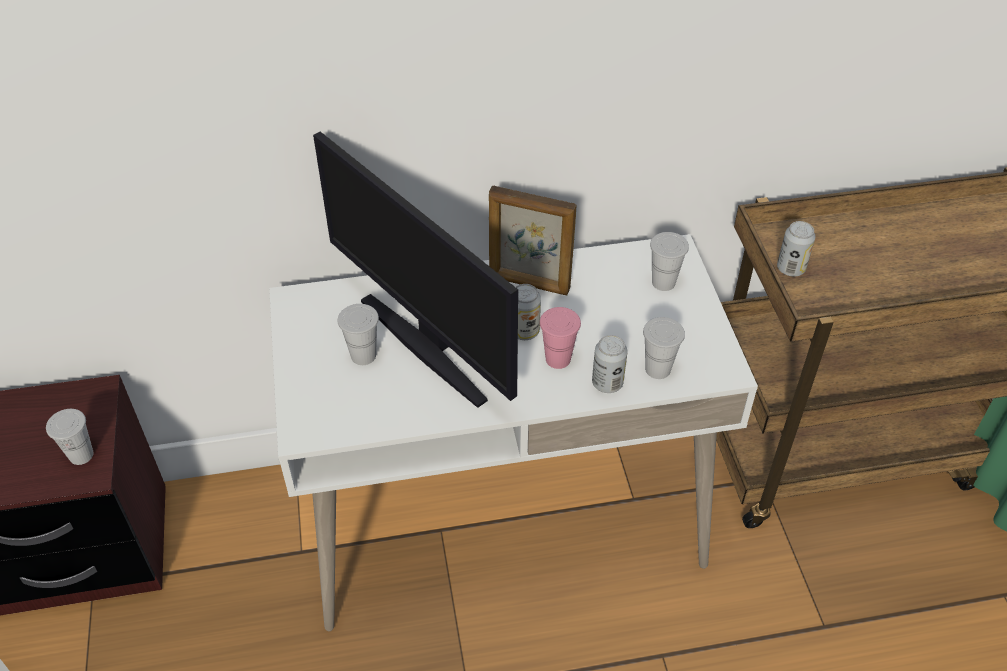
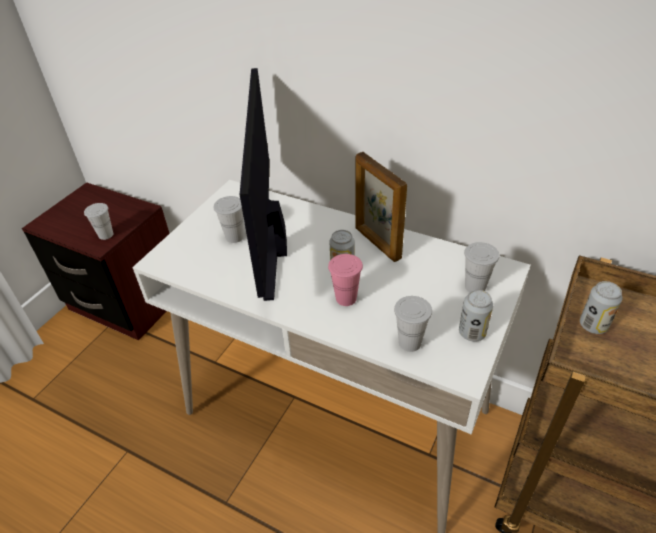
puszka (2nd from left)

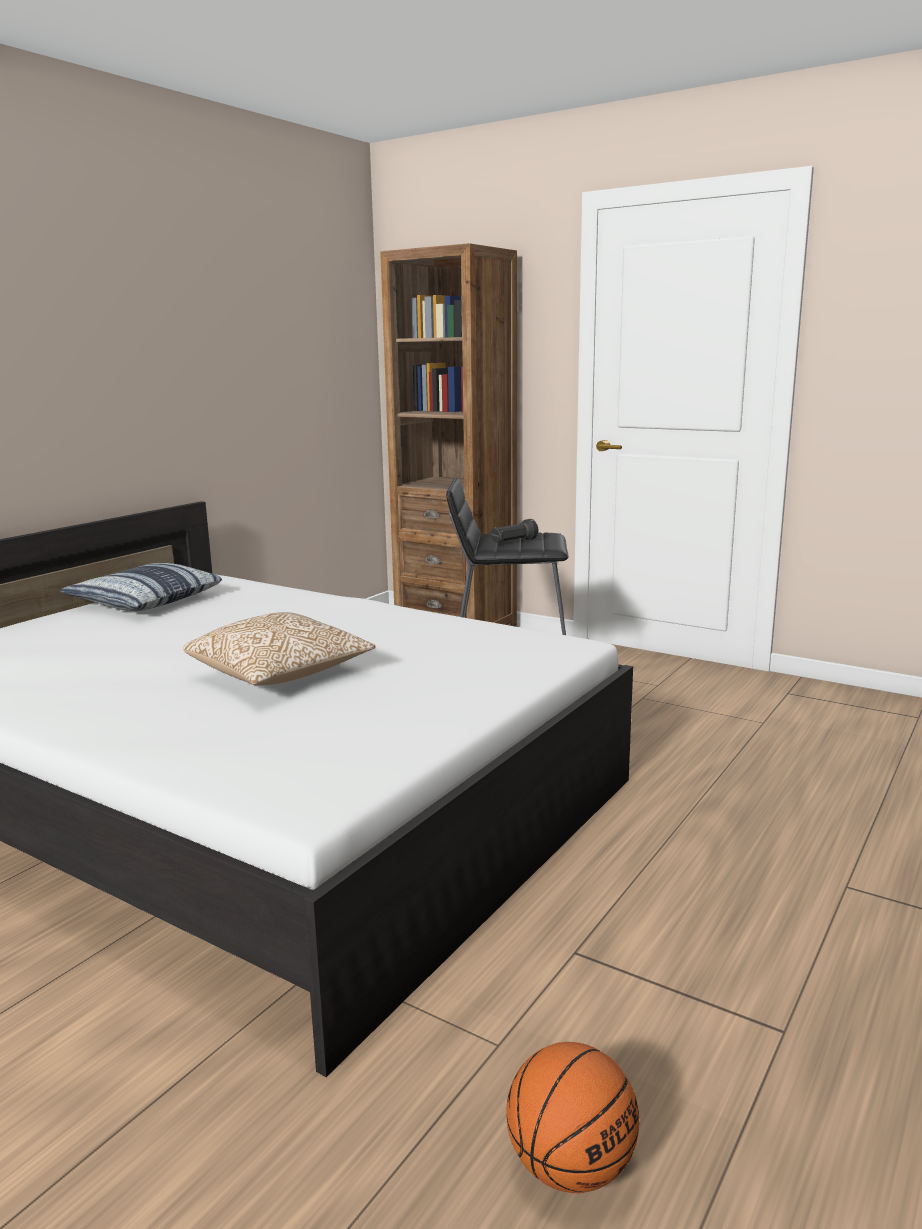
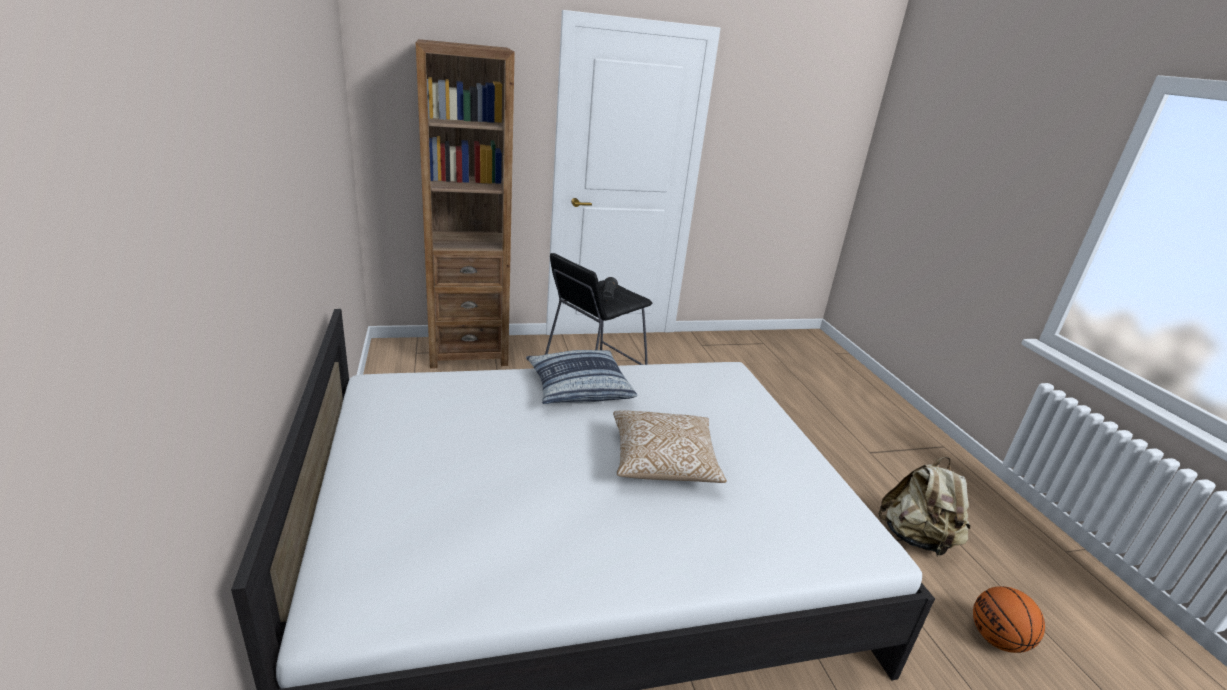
plecak (beżowy)
poduszka (1st from left)

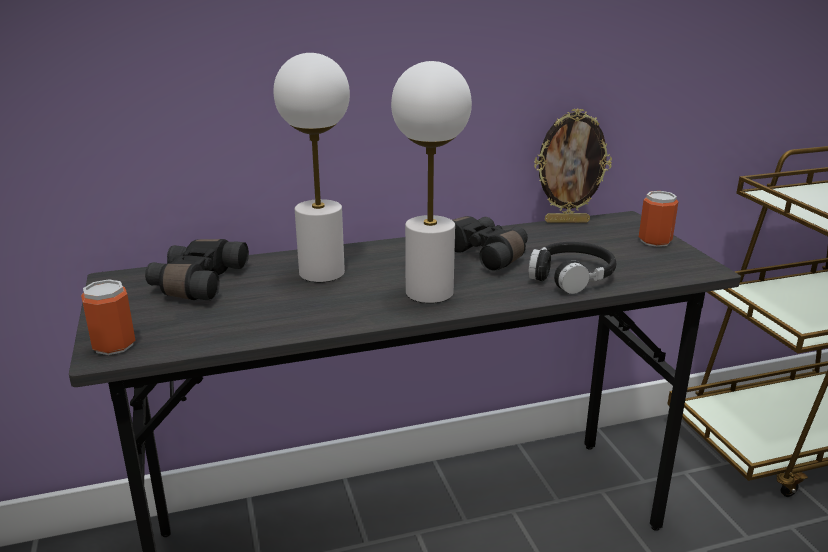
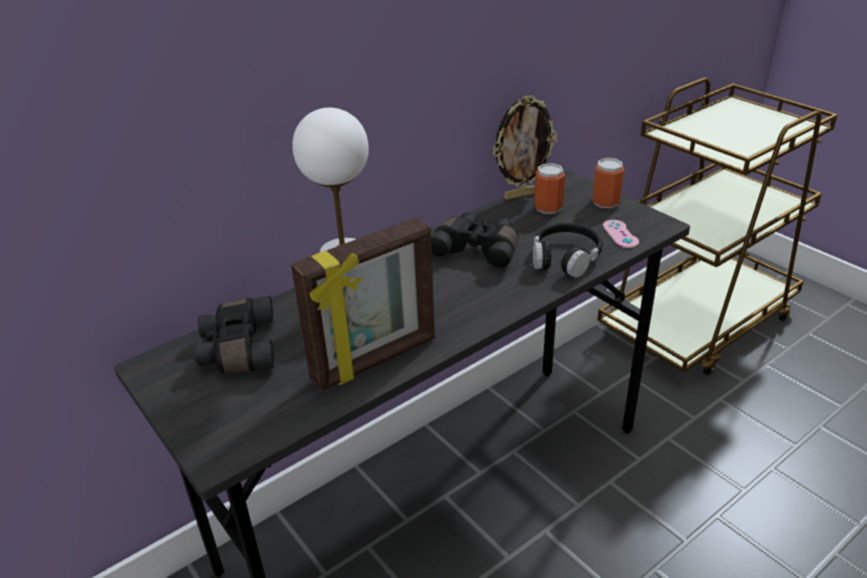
lampa stołowa (biały) (2nd from left in the first image)
ramka na zdjęcie (1st from left)
pad do gier (różowy)
puszka (1st from left)

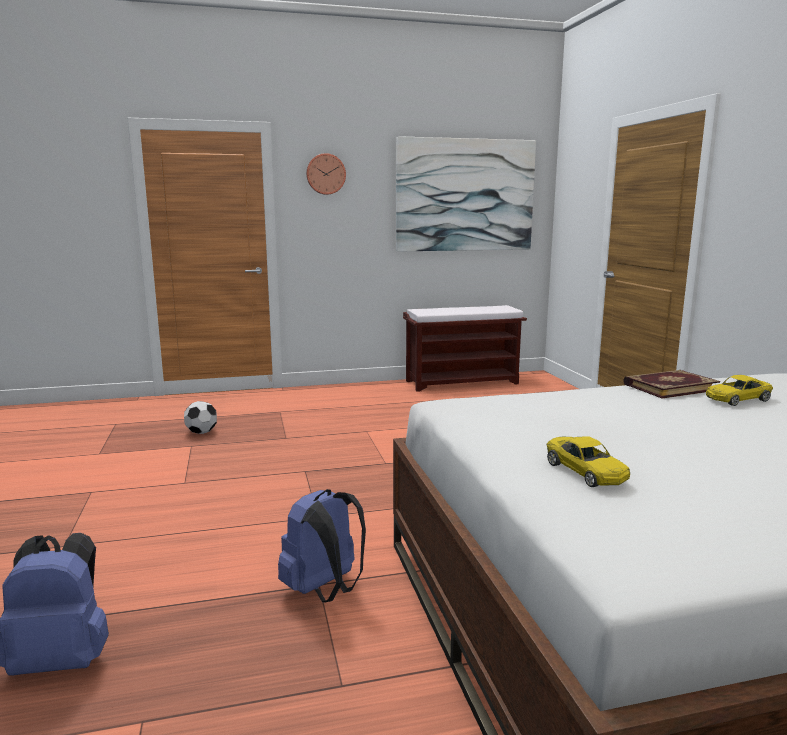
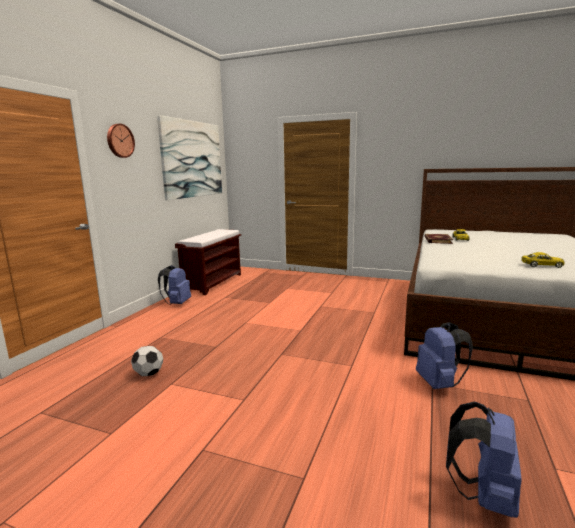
plecak (niebieski) (1st from left)

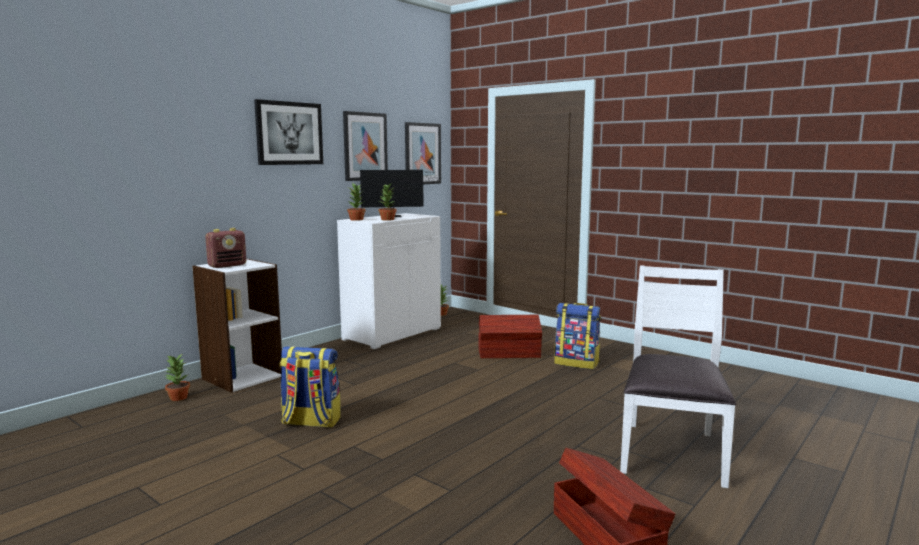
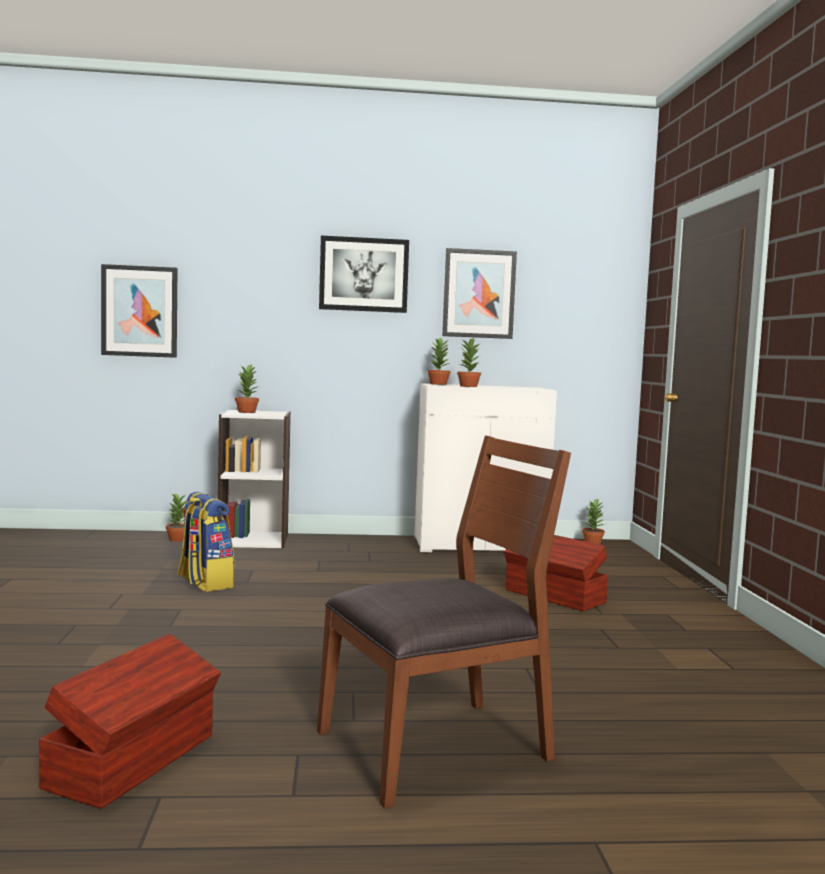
monitor
plecak (2nd from left in the first image)
obraz (1st from left)
roślina doniczkowa (2nd from left)
krzesło (brązowy)

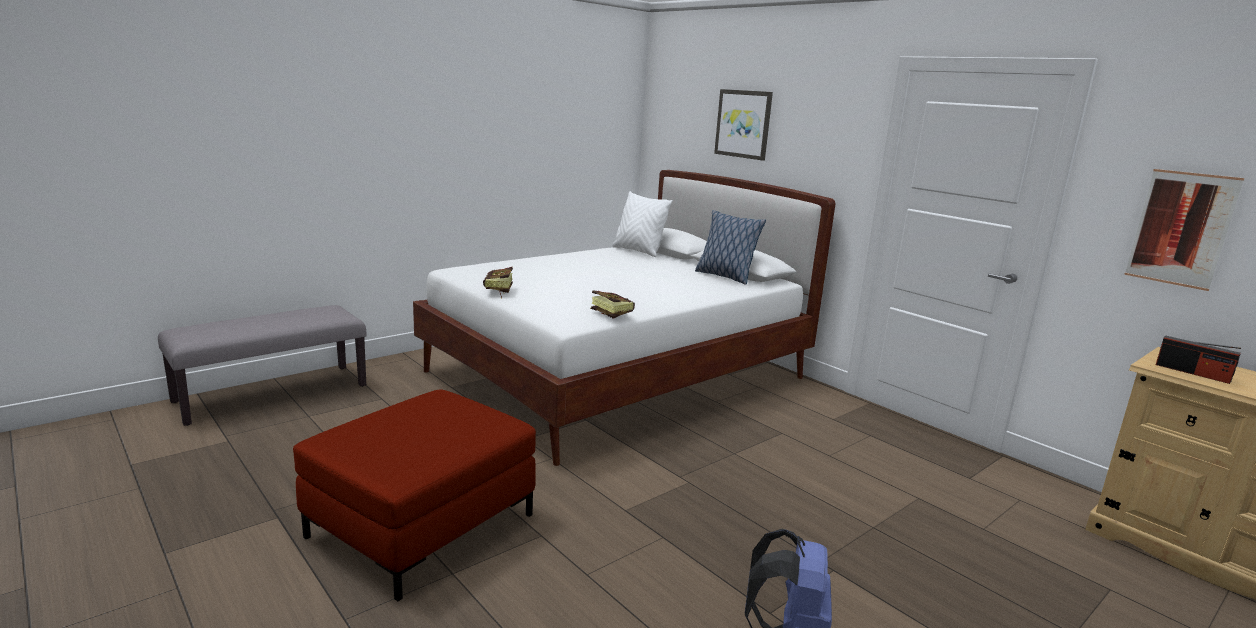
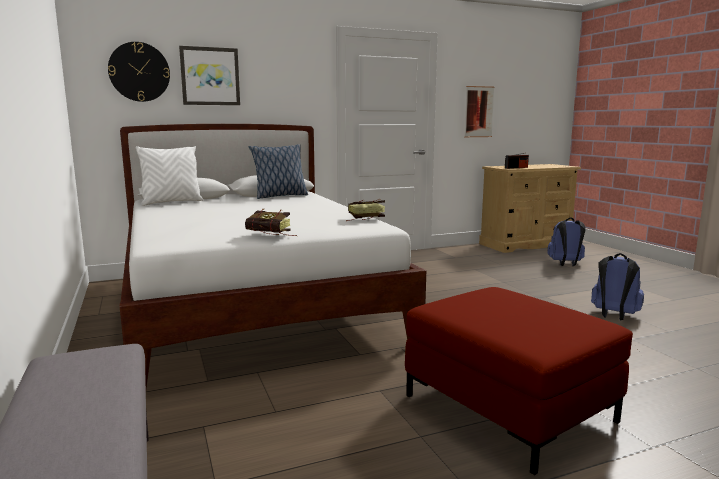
zegar ścienny
plecak (niebieski) (1st from left)

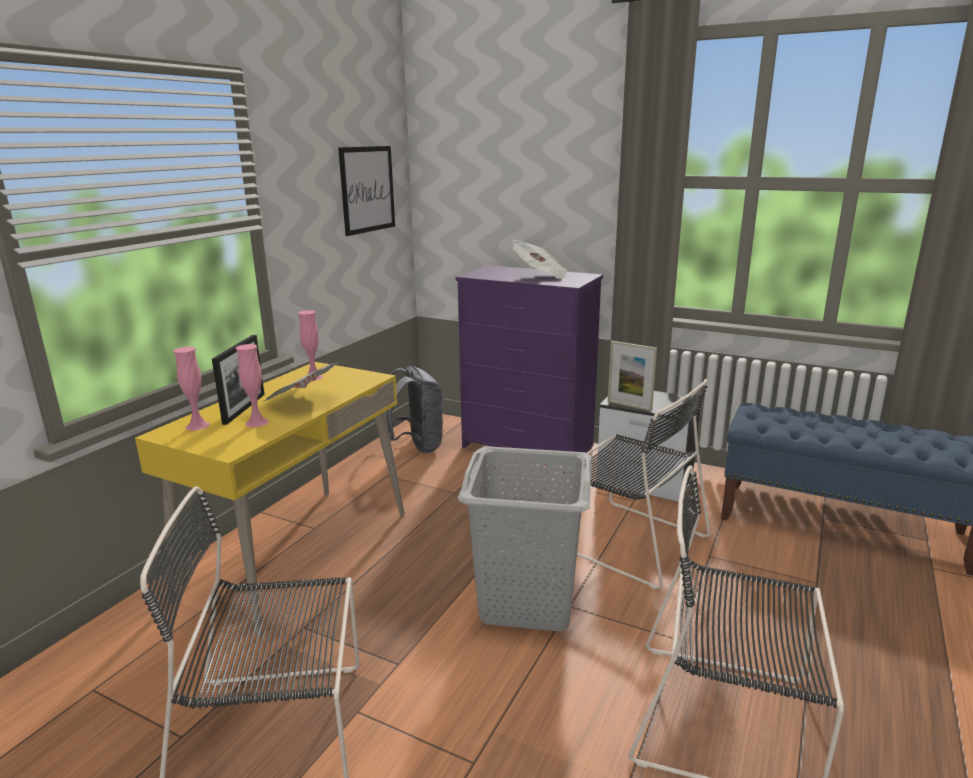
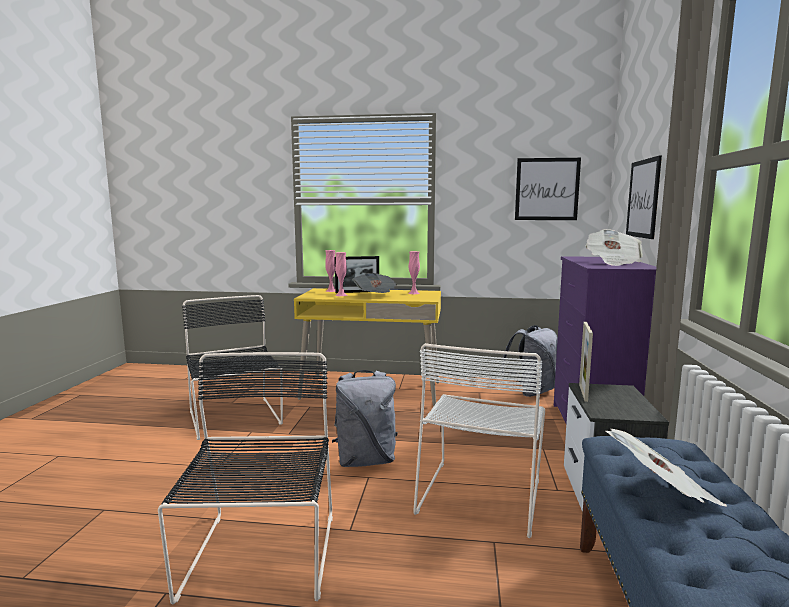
gazeta (3rd from left)
obraz (2nd from left)
plecak (szary) (1st from left)
krzesło (biały)

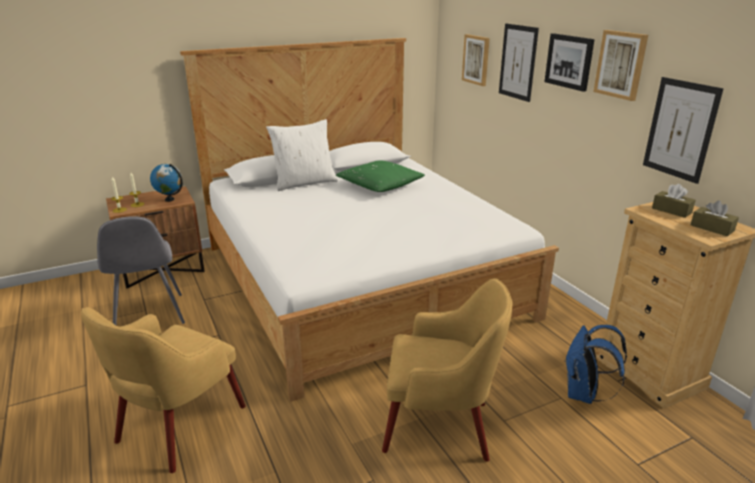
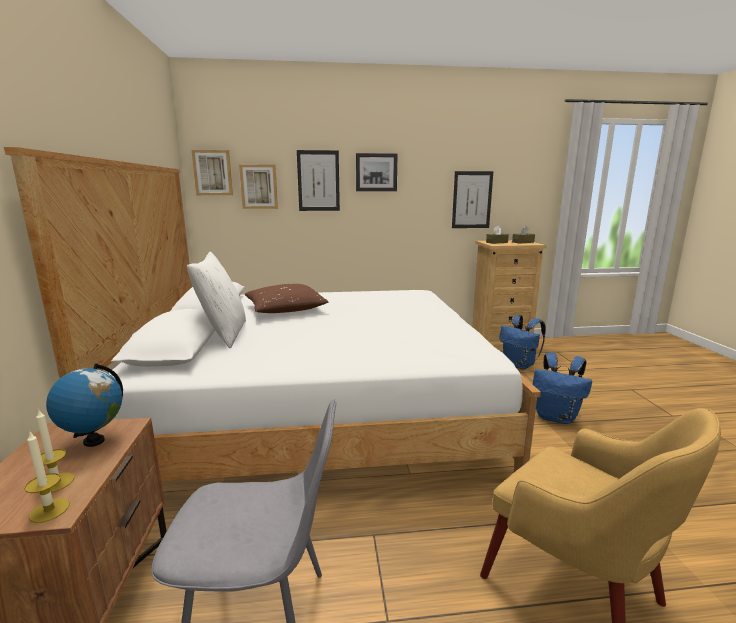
obraz (1st from left)
plecak (niebieski) (2nd from left)
poduszka (brązowy)

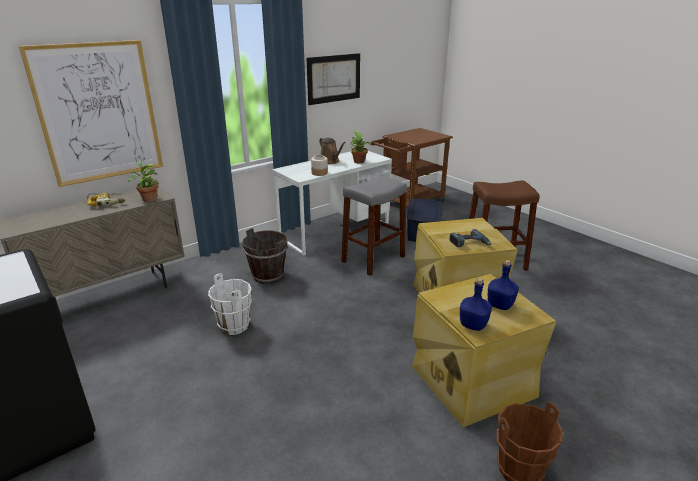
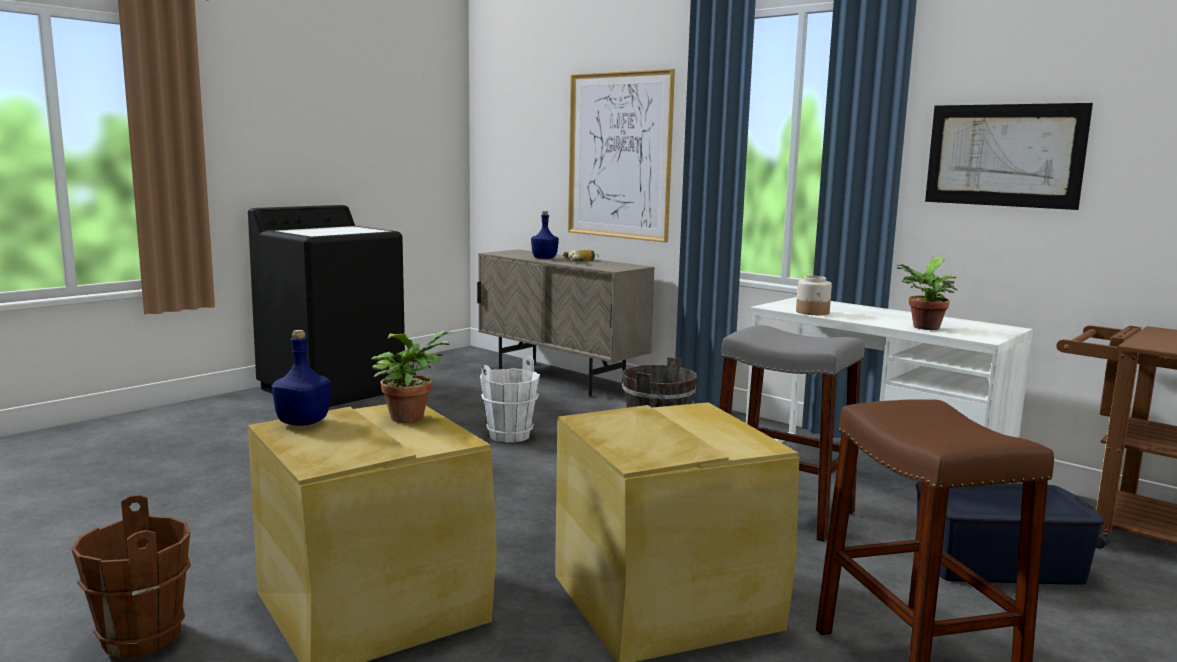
konewka (brązowy)
wiertarka (2nd from left in the first image)
roślina doniczkowa (1st from left)
butelka (niebieski) (2nd from left)

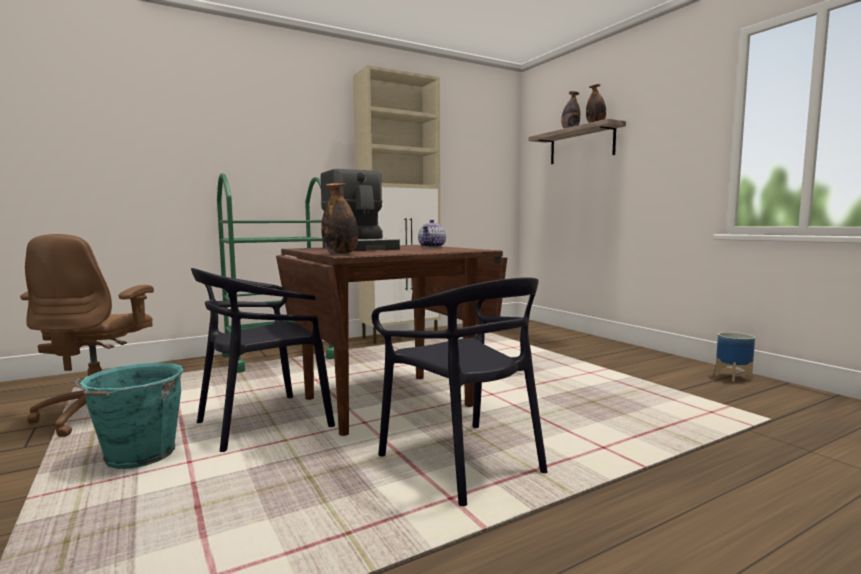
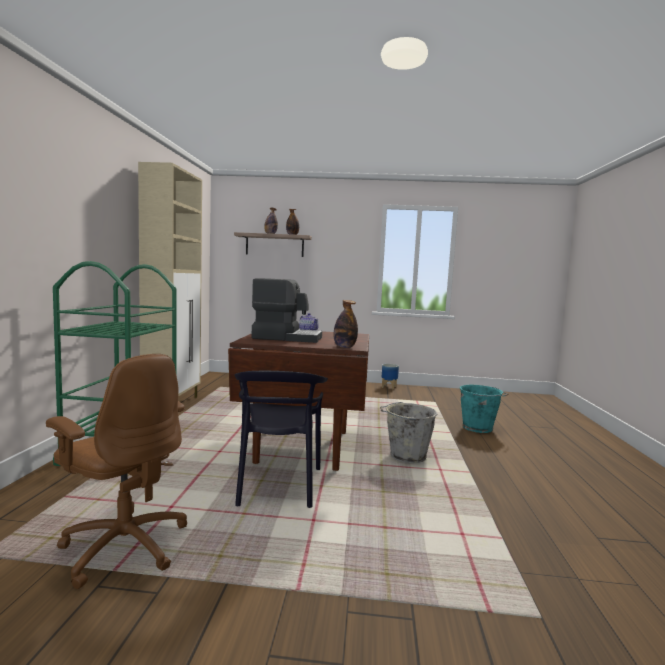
wiadro (turkusowy)
wiadro (szary)

